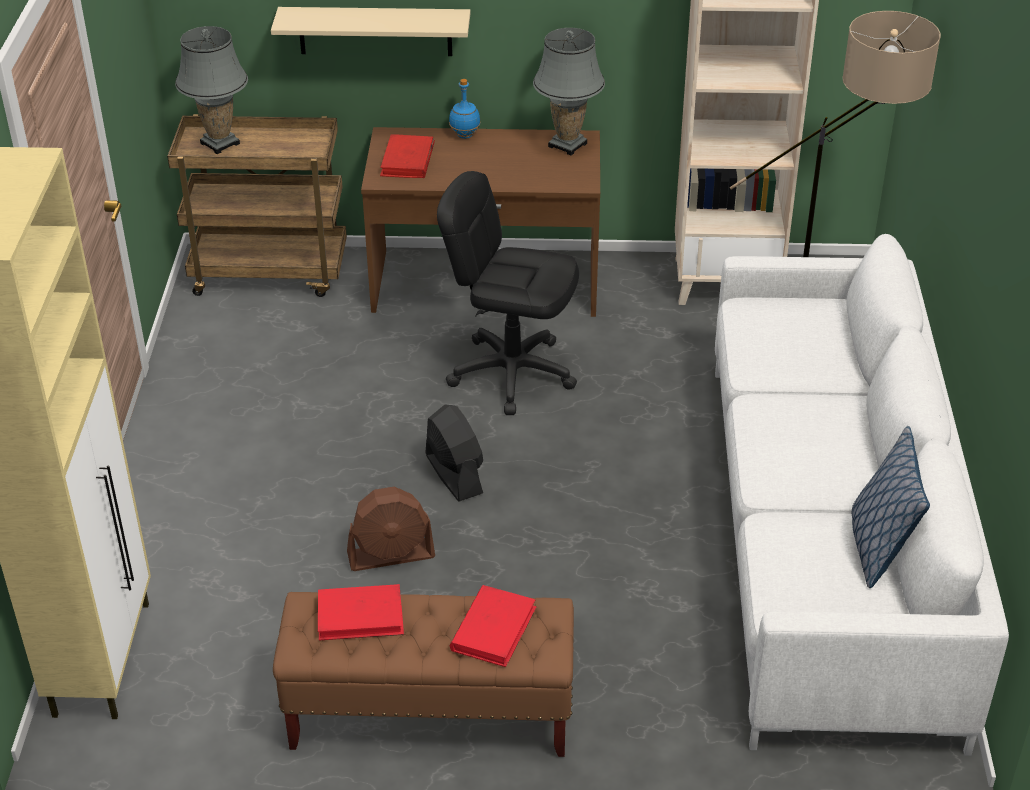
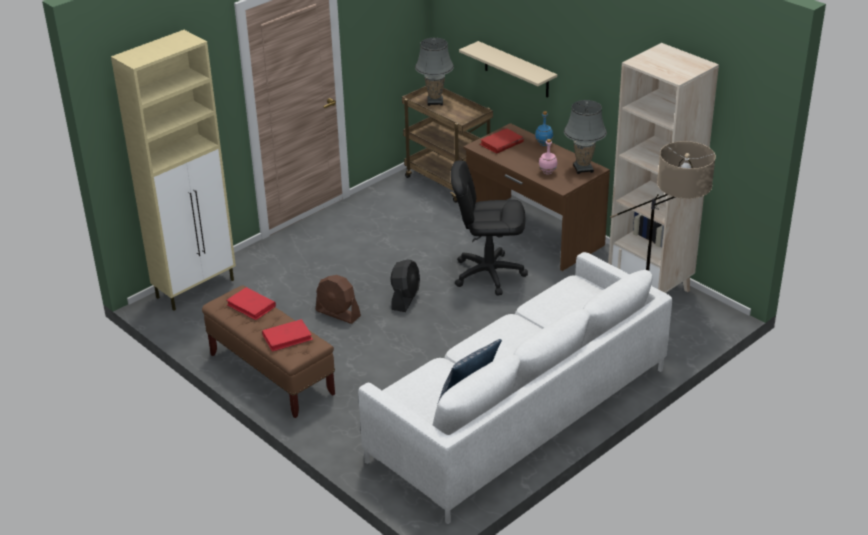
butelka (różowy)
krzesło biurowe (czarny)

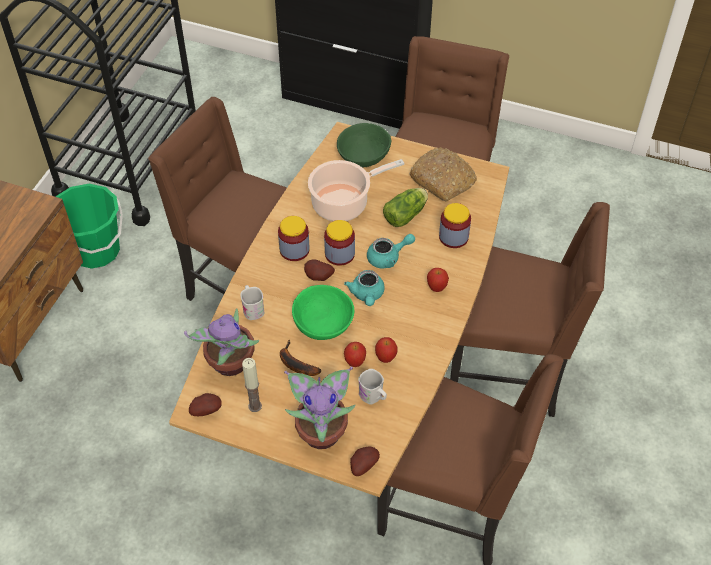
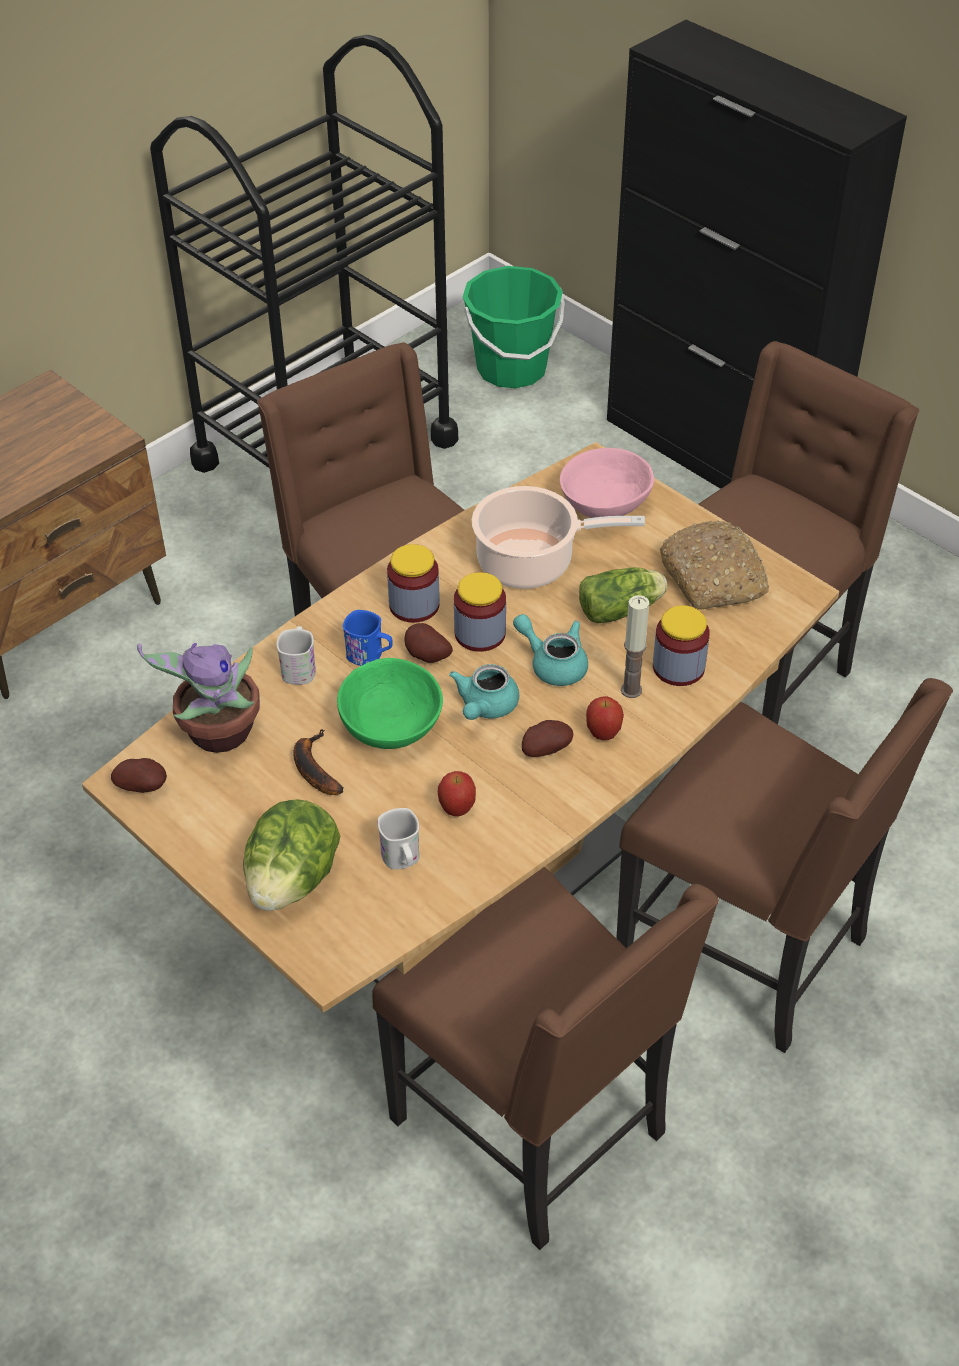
jabłko (1st from left in the first image)
kubek (niebieski)
wiadro (zielony)
świeca
ziemniak (3rd from left)
sałata (1st from left)
miska (różowy)
imbryk (turkusowy) (2nd from left)

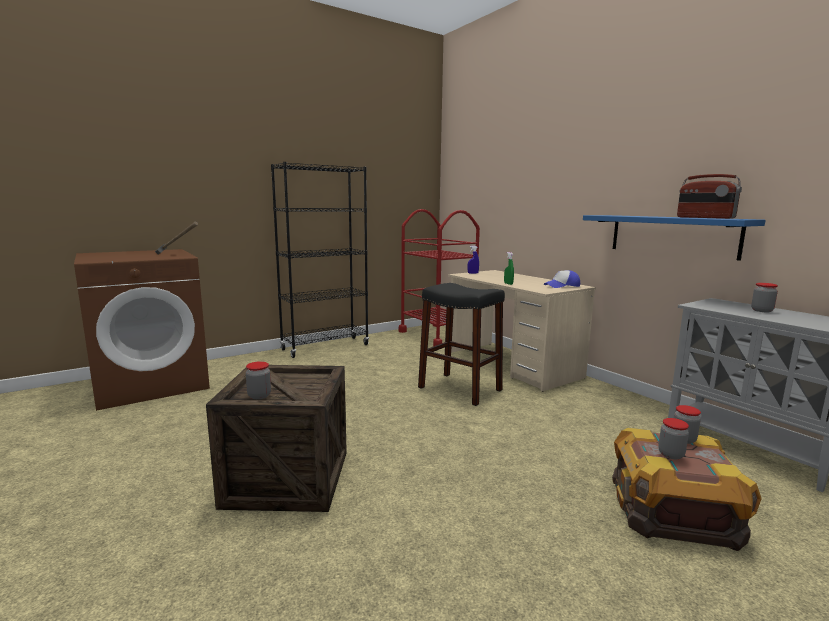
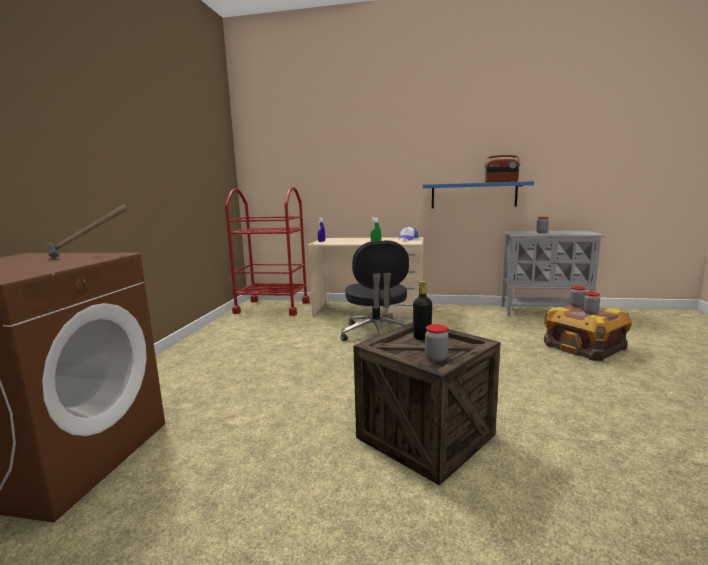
regał (czarny)
butelka (czarny)
krzesło biurowe (czarny)

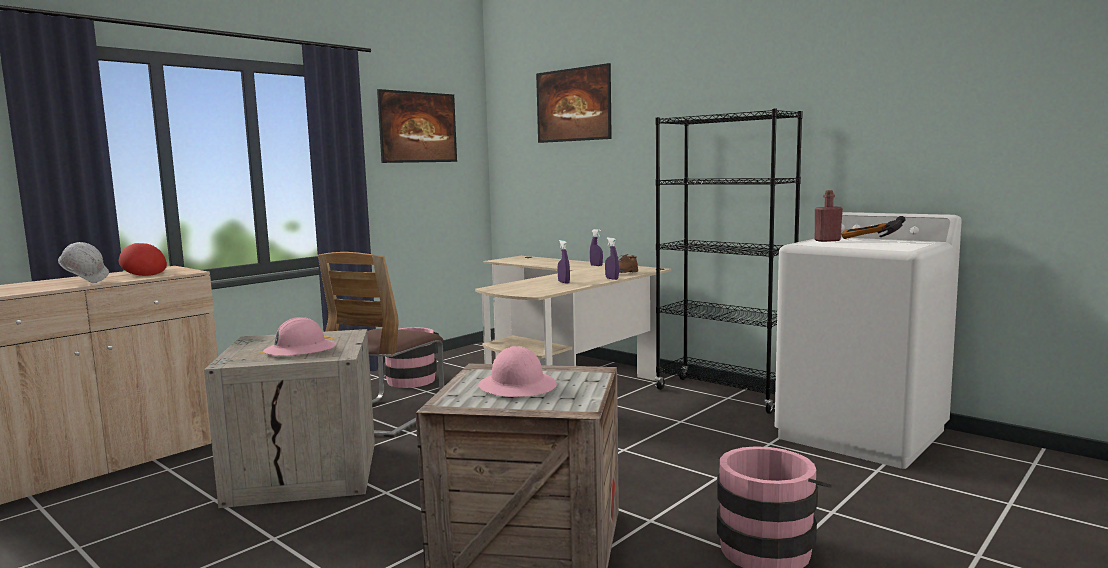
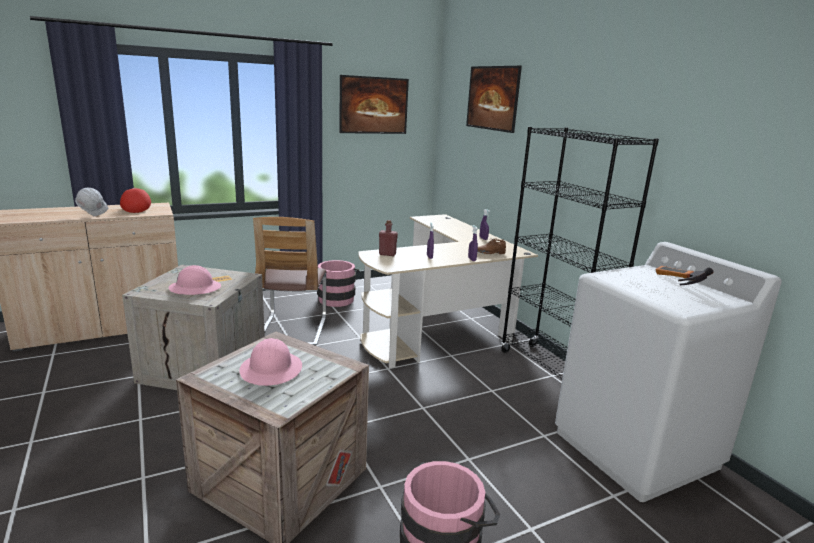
butelka (czerwony)
krzesło

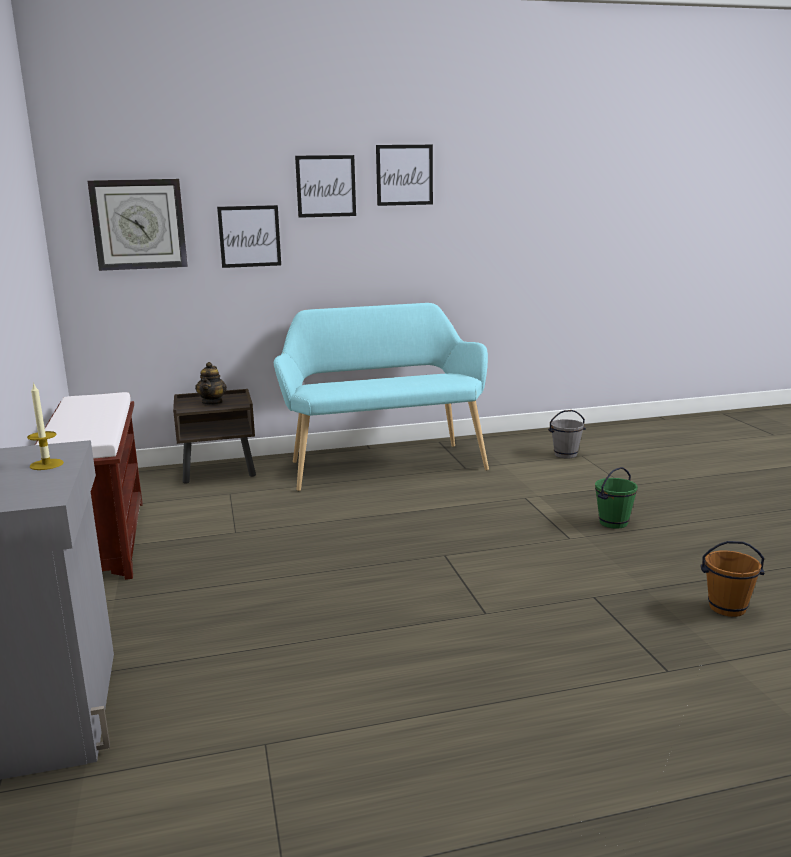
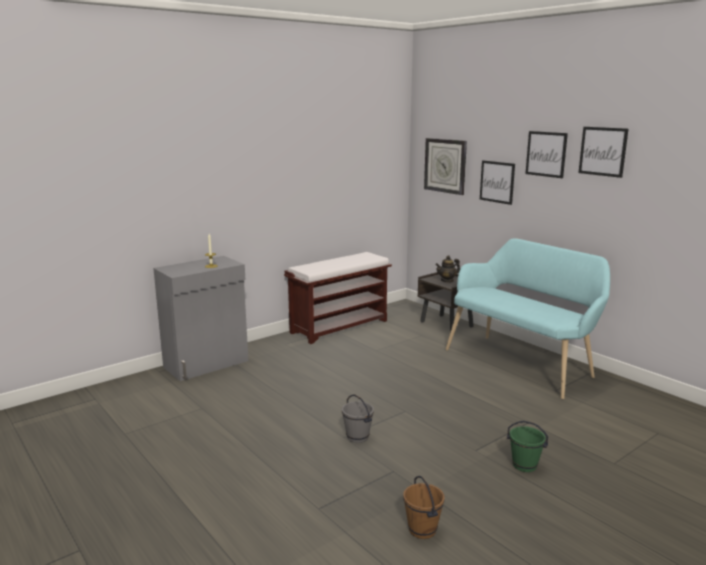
wiadro (szary)

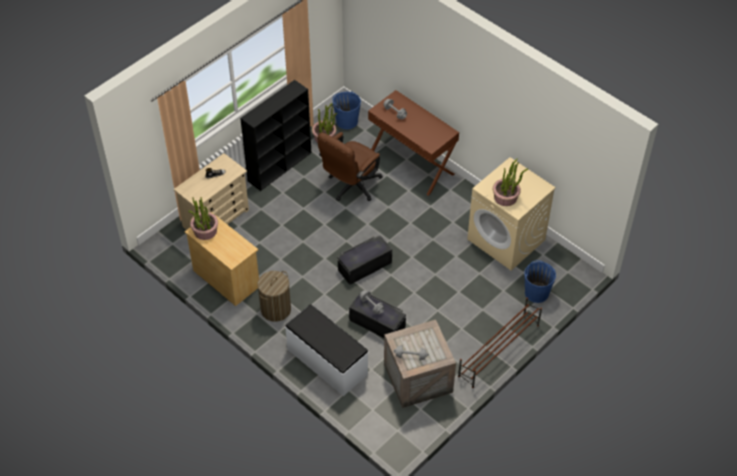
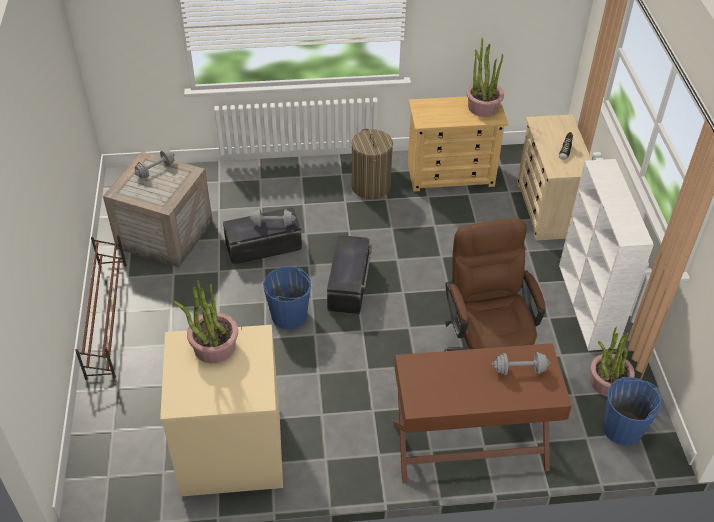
ławka (biały)
wiadro (niebieski) (1st from left)
regał (biały)

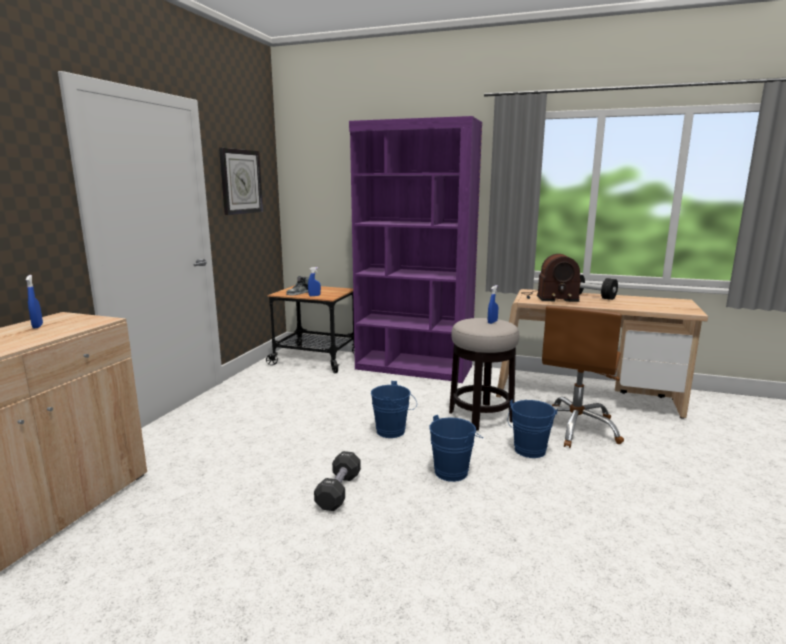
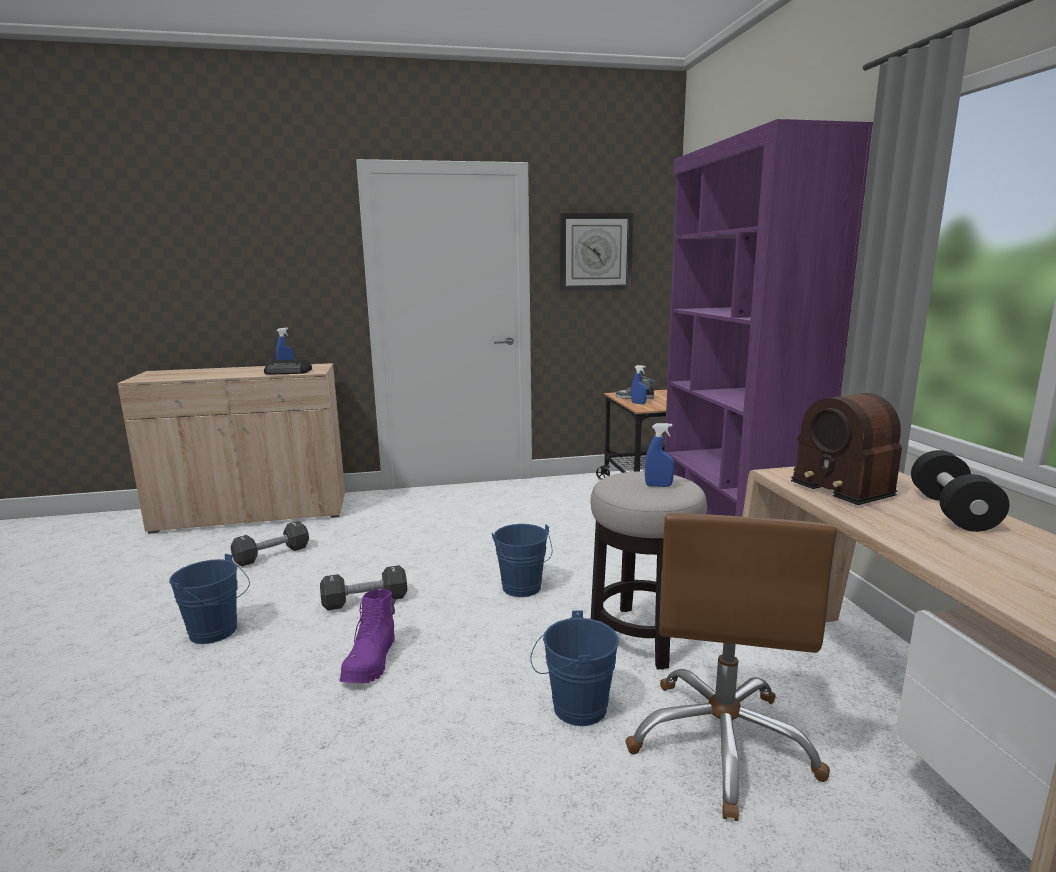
hantel (czarny) (1st from left)
radio (1st from left)
but z cholewką (fioletowy)
wiadro (niebieski) (1st from left)
krzesło biurowe (brązowy)

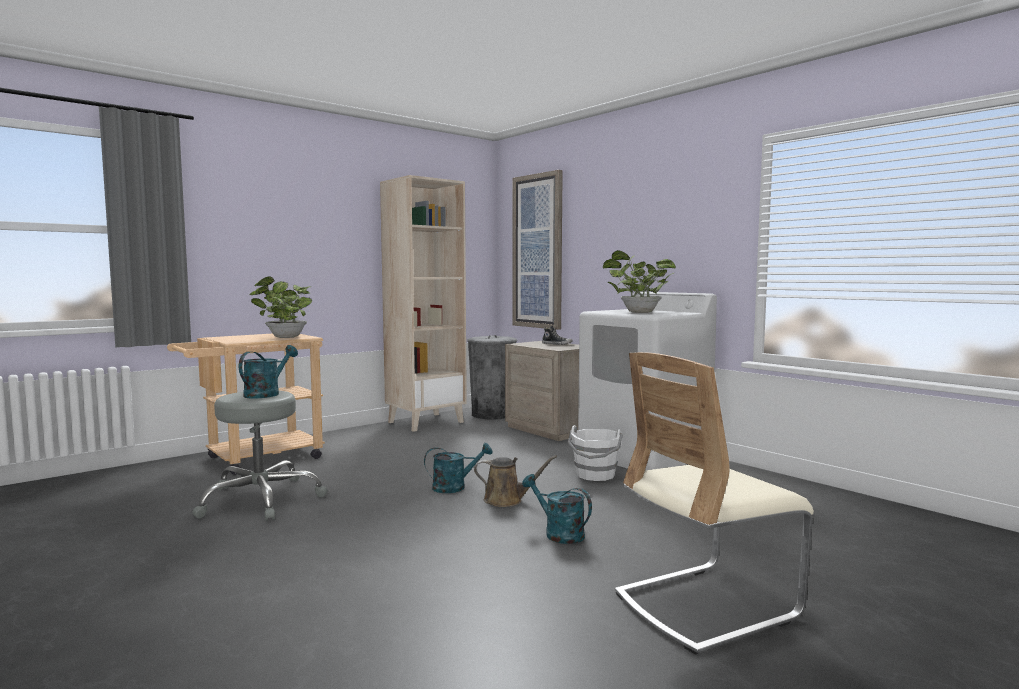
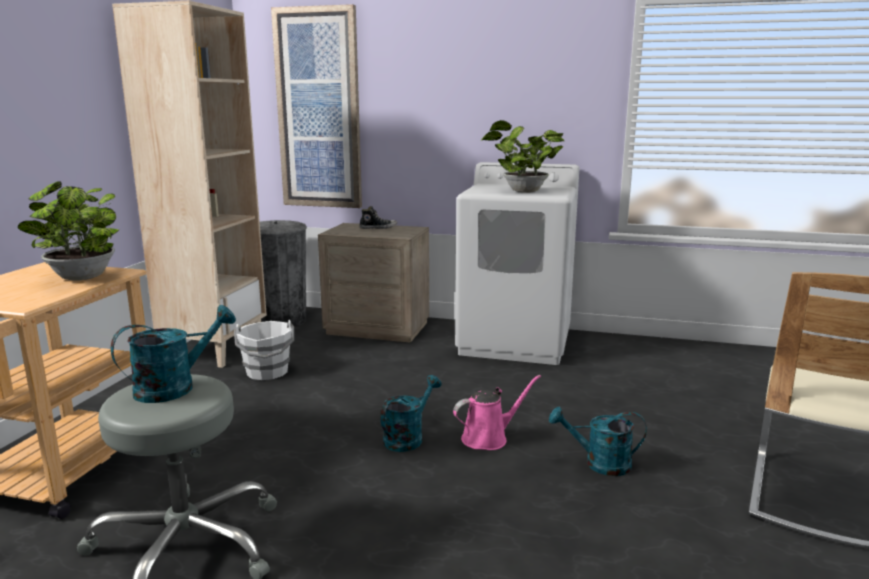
wiadro (biały)
konewka (różowy)
konewka (turkusowy) (1st from left)

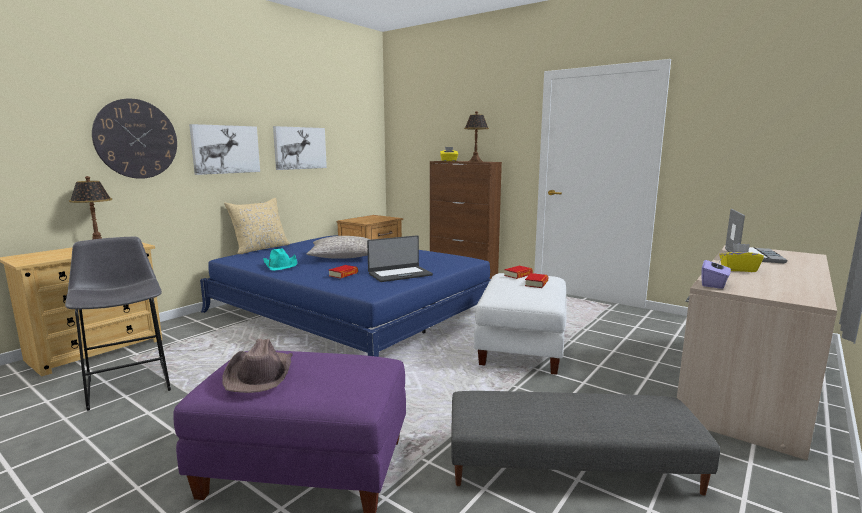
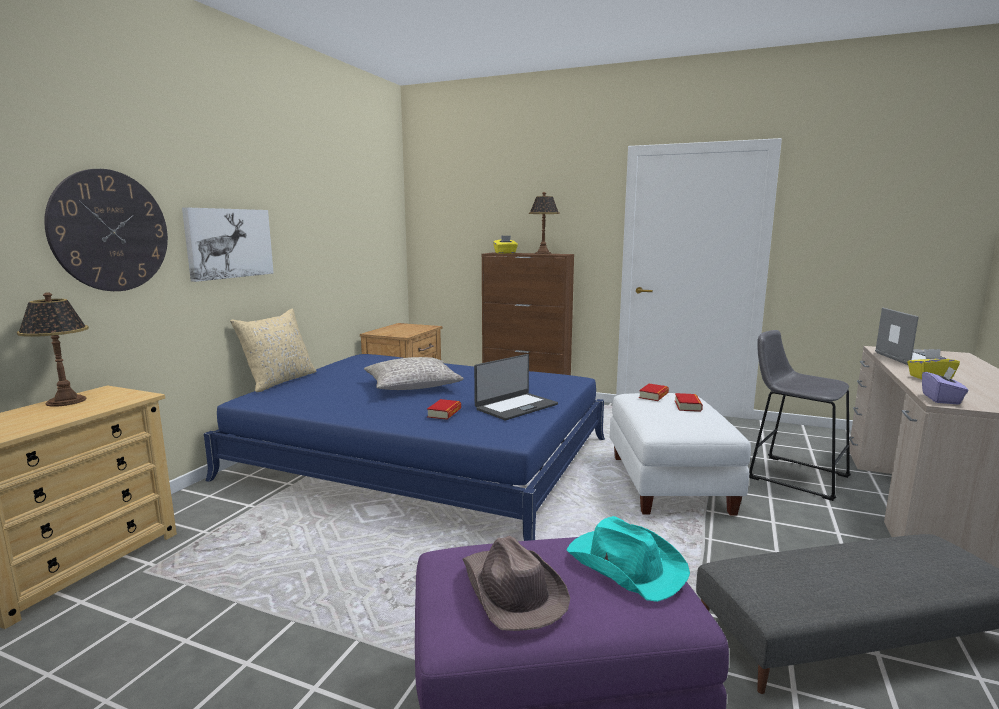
obraz (2nd from left in the first image)
stołek (szary)
kapelusz (turkusowy)

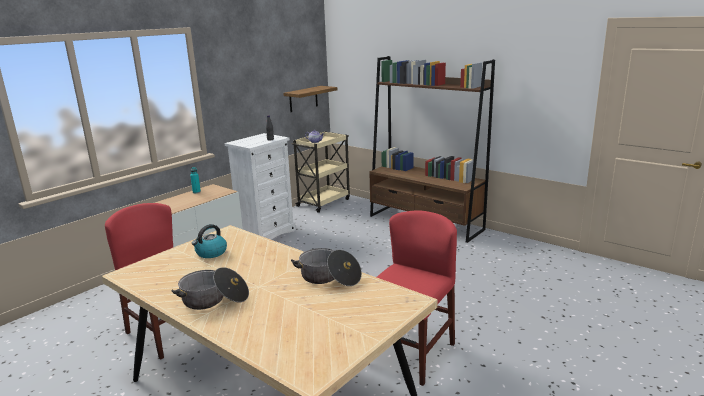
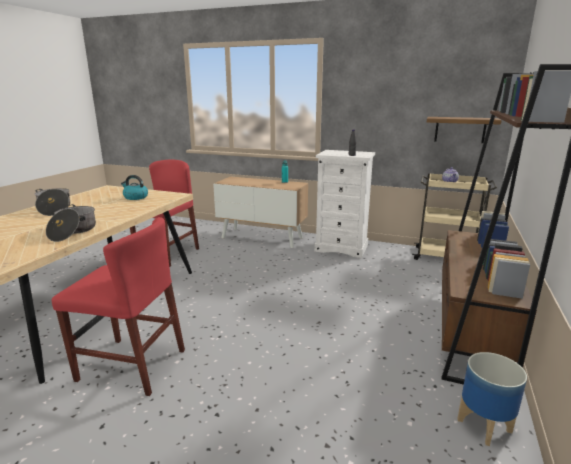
donica

